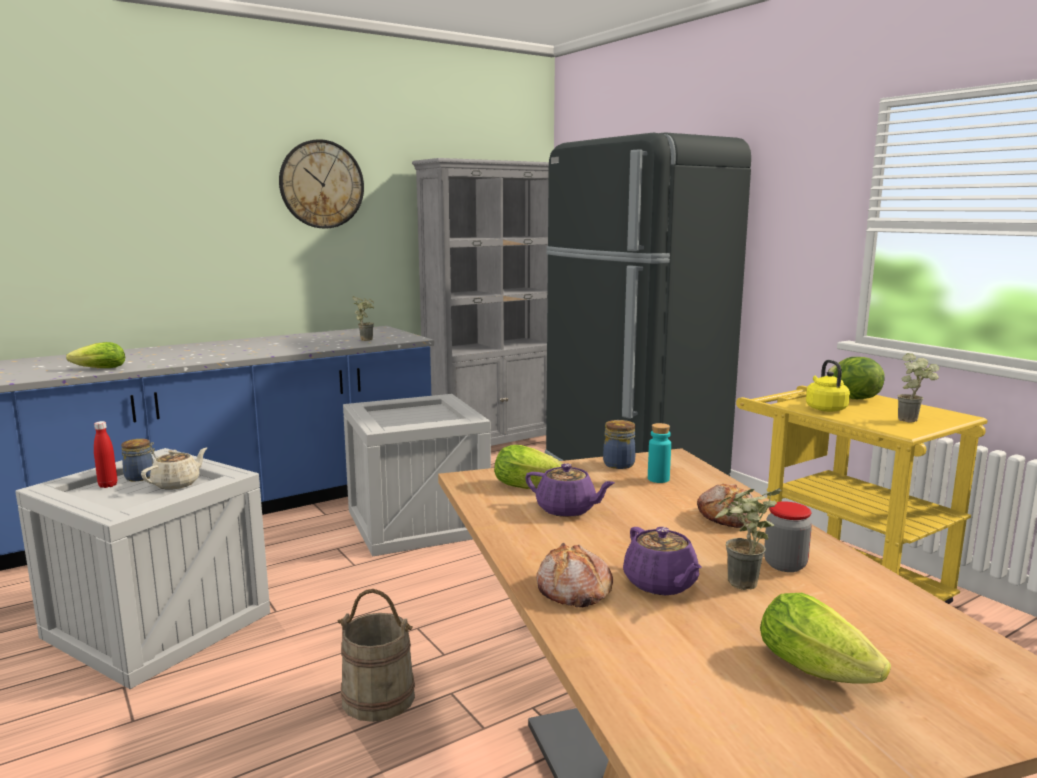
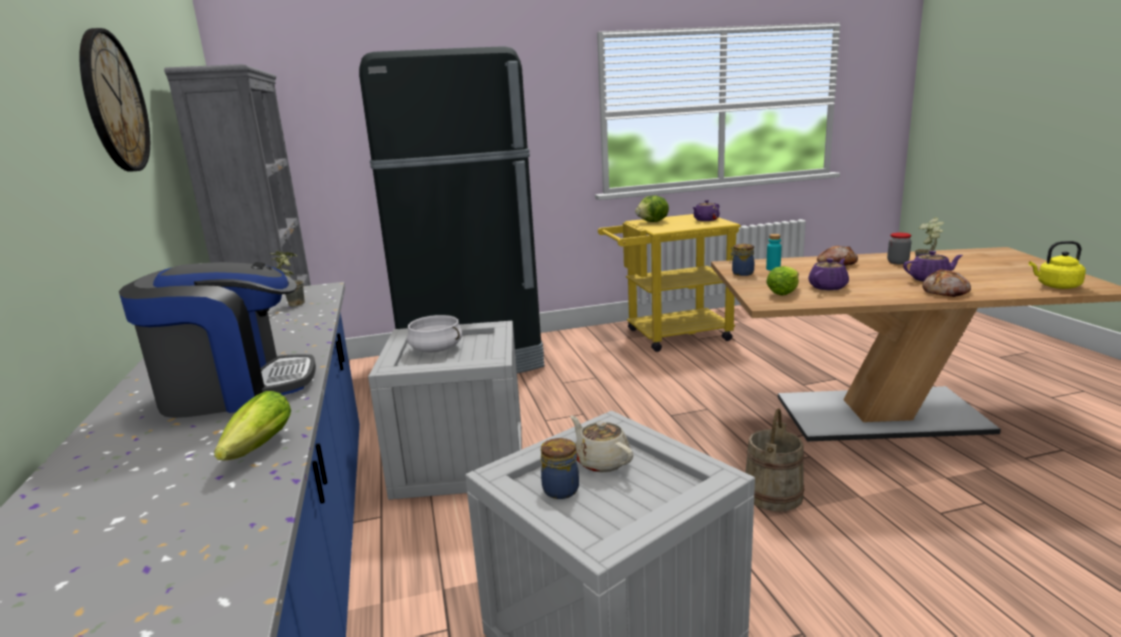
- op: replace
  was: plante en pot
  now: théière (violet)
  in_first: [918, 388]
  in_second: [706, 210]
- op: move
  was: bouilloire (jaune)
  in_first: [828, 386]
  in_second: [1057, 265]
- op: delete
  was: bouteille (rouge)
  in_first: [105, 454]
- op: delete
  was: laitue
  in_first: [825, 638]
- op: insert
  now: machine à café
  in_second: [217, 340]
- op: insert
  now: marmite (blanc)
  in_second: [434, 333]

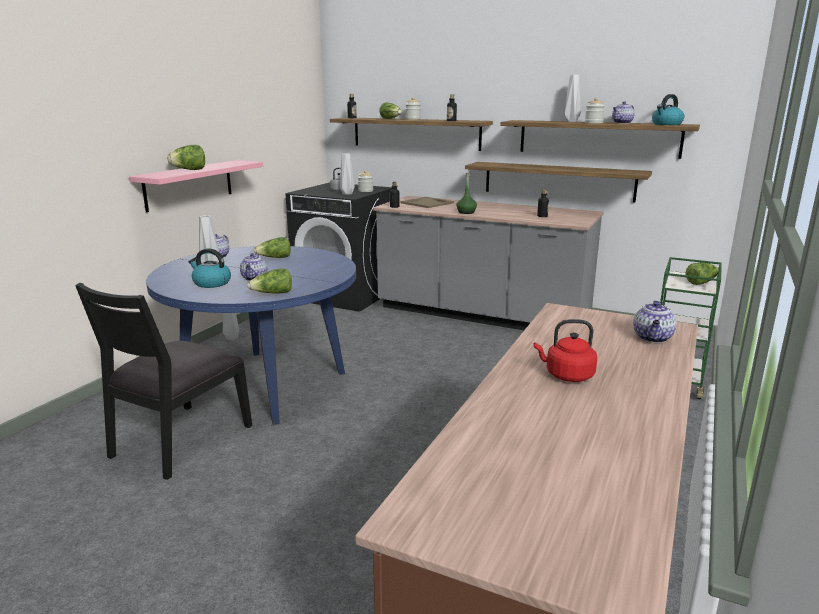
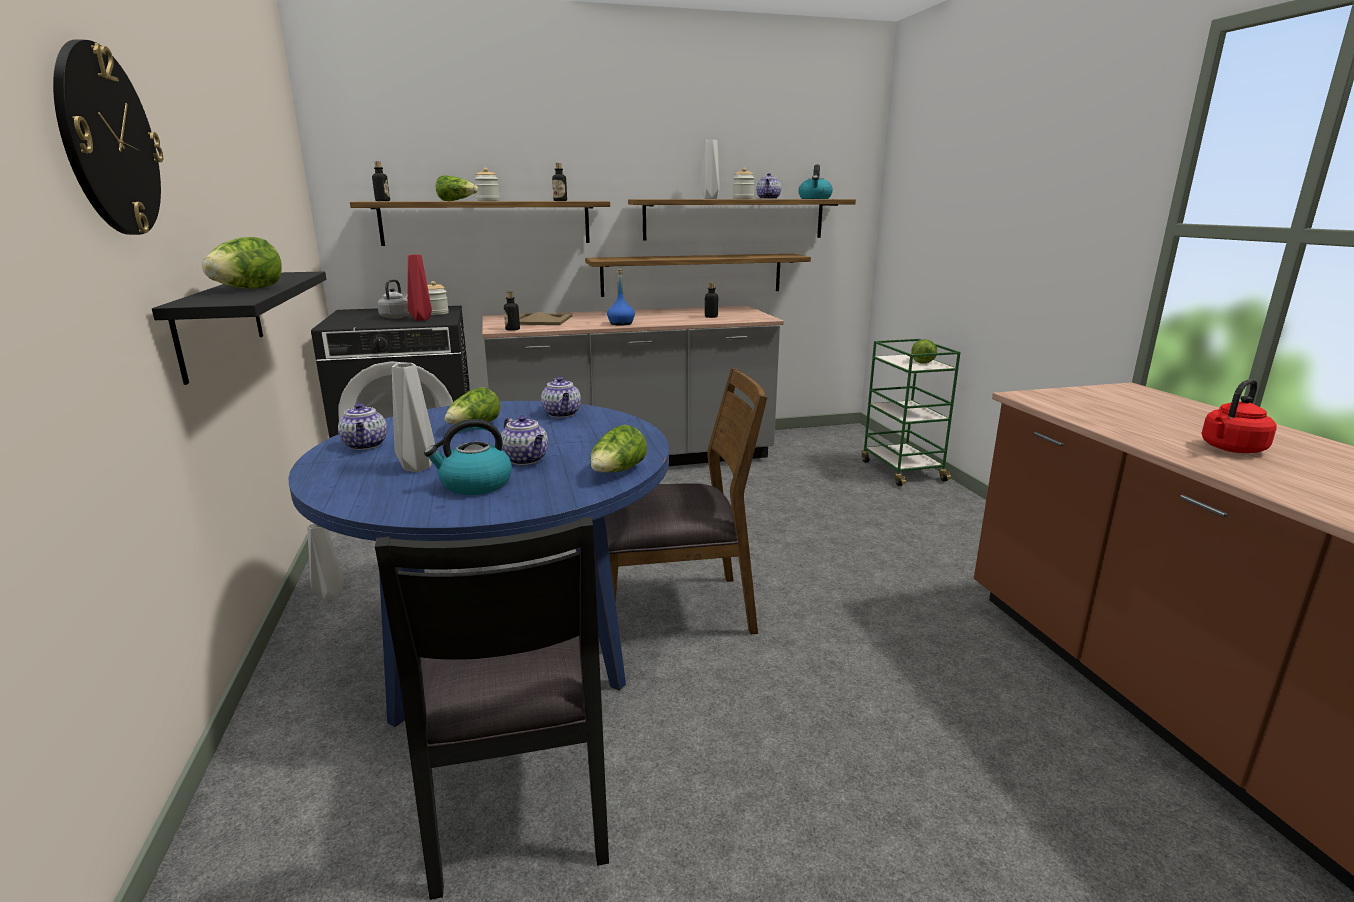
- op: recolor
  was: vase (gris)
  now: vase (rouge)
  in_first: [347, 174]
  in_second: [419, 287]
- op: recolor
  was: étagère (rose)
  now: étagère (noir)
  in_first: [196, 186]
  in_second: [239, 328]
- op: recolor
  was: bouteille (vert)
  now: bouteille (bleu)
  in_first: [466, 193]
  in_second: [621, 297]
- op: move
  was: théière
  in_first: [654, 322]
  in_second: [561, 397]
- op: insert
  now: horloge murale
  in_second: [108, 137]
- op: insert
  now: chaise (marron)
  in_second: [685, 501]

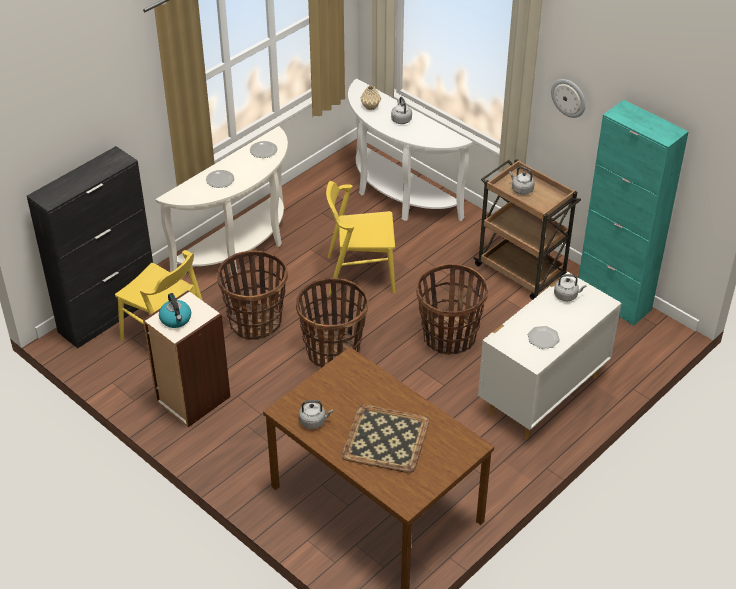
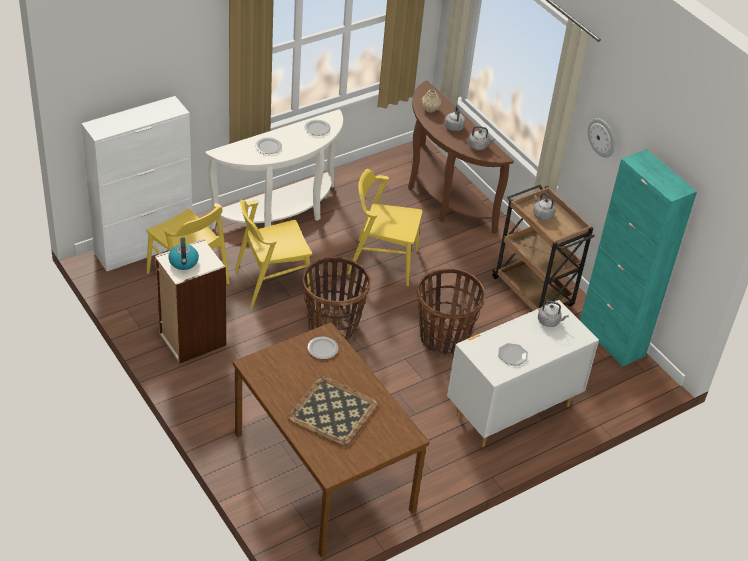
- op: recolor
  was: table console (blanc)
  now: table console (marron)
  in_first: [410, 150]
  in_second: [461, 157]
- op: recolor
  was: meuble de rangement (noir)
  now: meuble de rangement (blanc)
  in_first: [90, 247]
  in_second: [136, 183]
- op: replace
  was: panier
  now: chaise (jaune)
  in_first: [252, 295]
  in_second: [273, 254]
- op: move
  was: bouilloire (gris)
  in_first: [316, 414]
  in_second: [481, 138]
- op: insert
  now: assiette
  in_second: [322, 348]

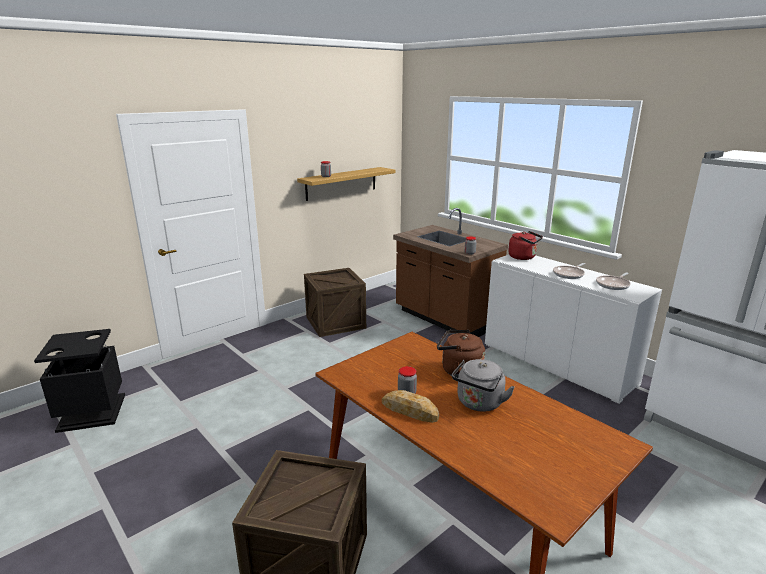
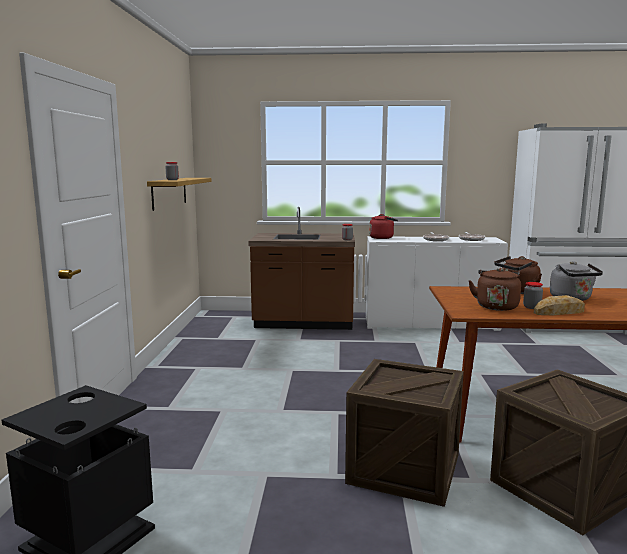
- op: move
  was: caisse
  in_first: [335, 302]
  in_second: [404, 433]
- op: insert
  now: bouilloire (marron)
  in_second: [494, 289]

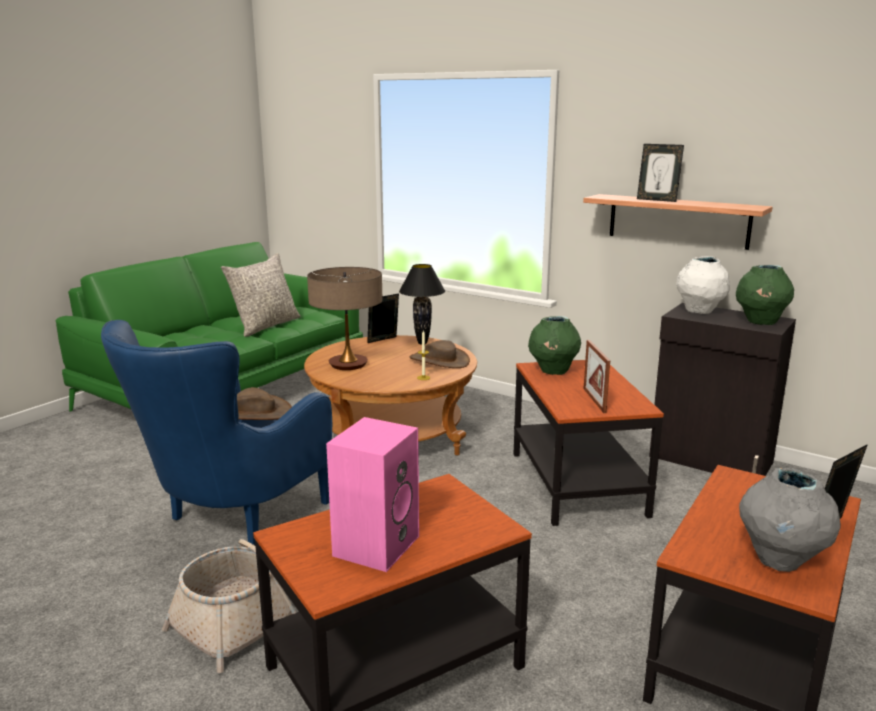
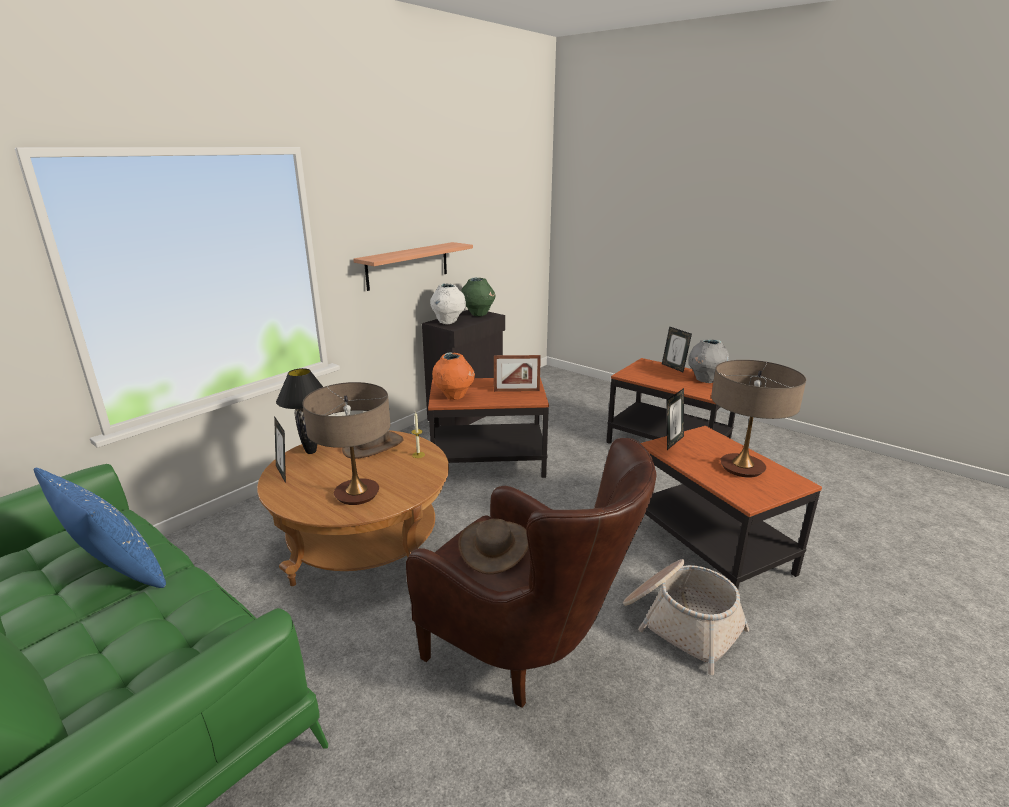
- op: move
  was: cadre photo
  in_first: [660, 173]
  in_second: [675, 419]
- op: recolor
  was: coussin (gris)
  now: coussin (bleu)
  in_first: [261, 295]
  in_second: [100, 528]
- op: recolor
  was: vase (vert)
  now: vase (orange)
  in_first: [554, 345]
  in_second: [453, 376]
- op: recolor
  was: fauteuil (bleu)
  now: fauteuil (marron)
  in_first: [216, 432]
  in_second: [531, 573]
- op: replace
  was: enceinte (rose)
  now: lampe de table
  in_first: [372, 494]
  in_second: [758, 419]

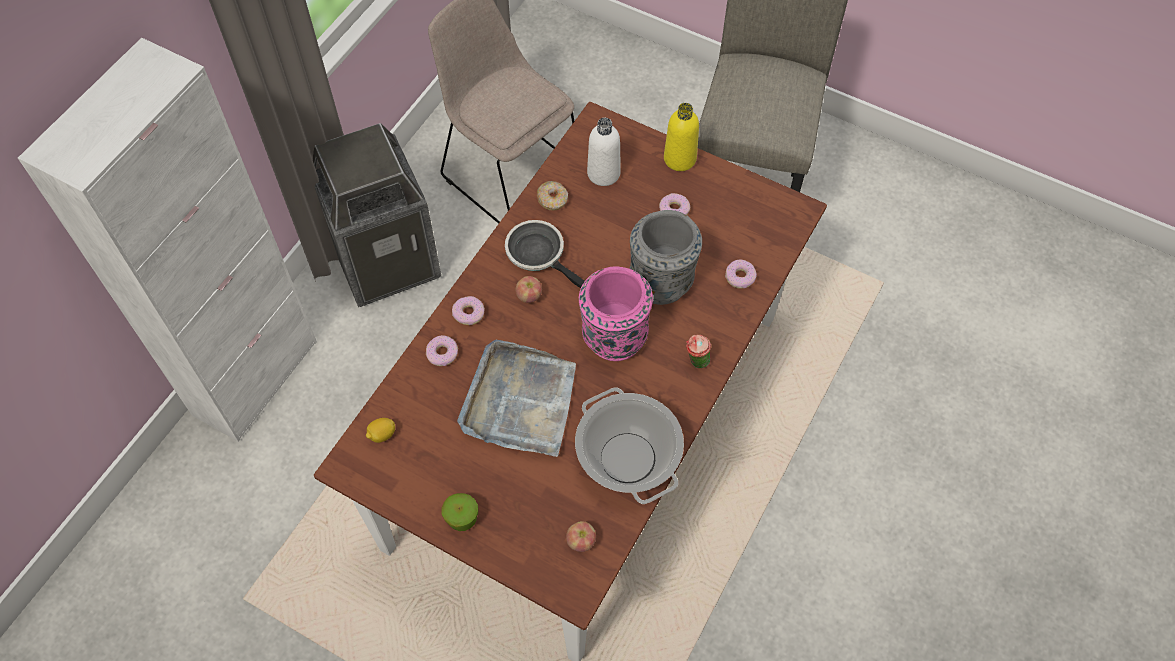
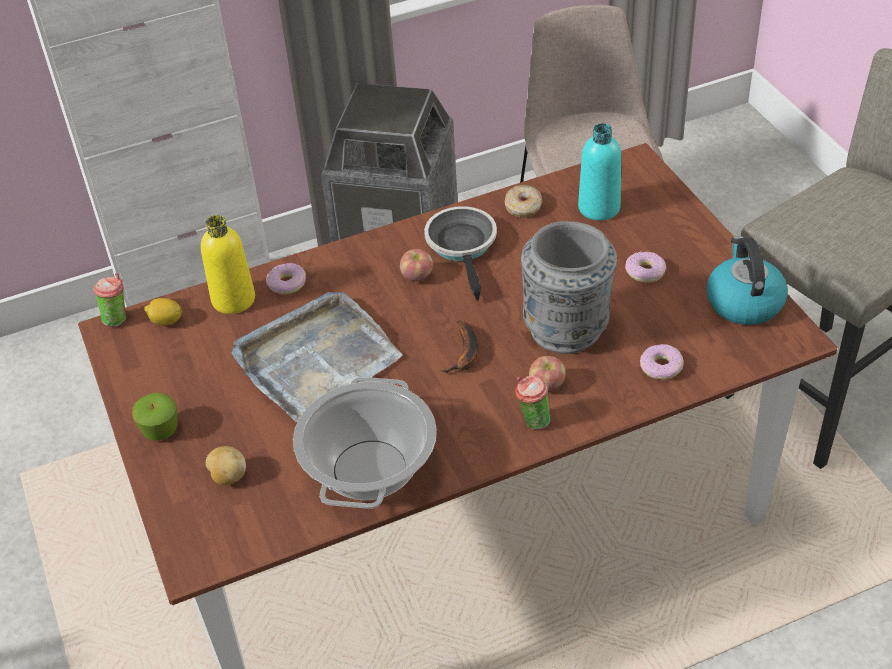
- op: move
  was: bouteille (jaune)
  in_first: [681, 137]
  in_second: [228, 264]
- op: recolor
  was: bouteille (blanc)
  now: bouteille (turquoise)
  in_first: [604, 152]
  in_second: [599, 172]
- op: replace
  was: vase (rose)
  now: banane
  in_first: [616, 313]
  in_second: [459, 347]
- op: delete
  was: beignet
  in_first: [468, 310]
- op: move
  was: pomme
  in_first: [581, 536]
  in_second: [547, 373]
- op: insert
  now: bouilloire
  in_second: [747, 280]
- op: insert
  now: tasse
  in_second: [109, 300]
- op: insert
  now: pomme de terre
  in_second: [226, 465]

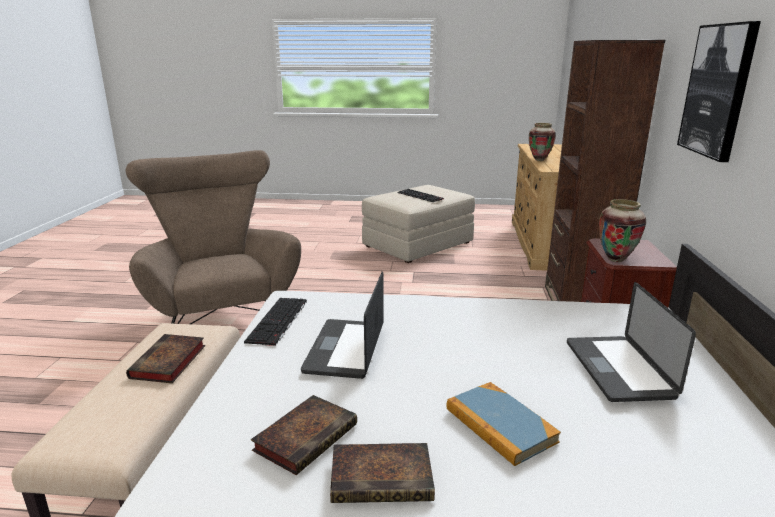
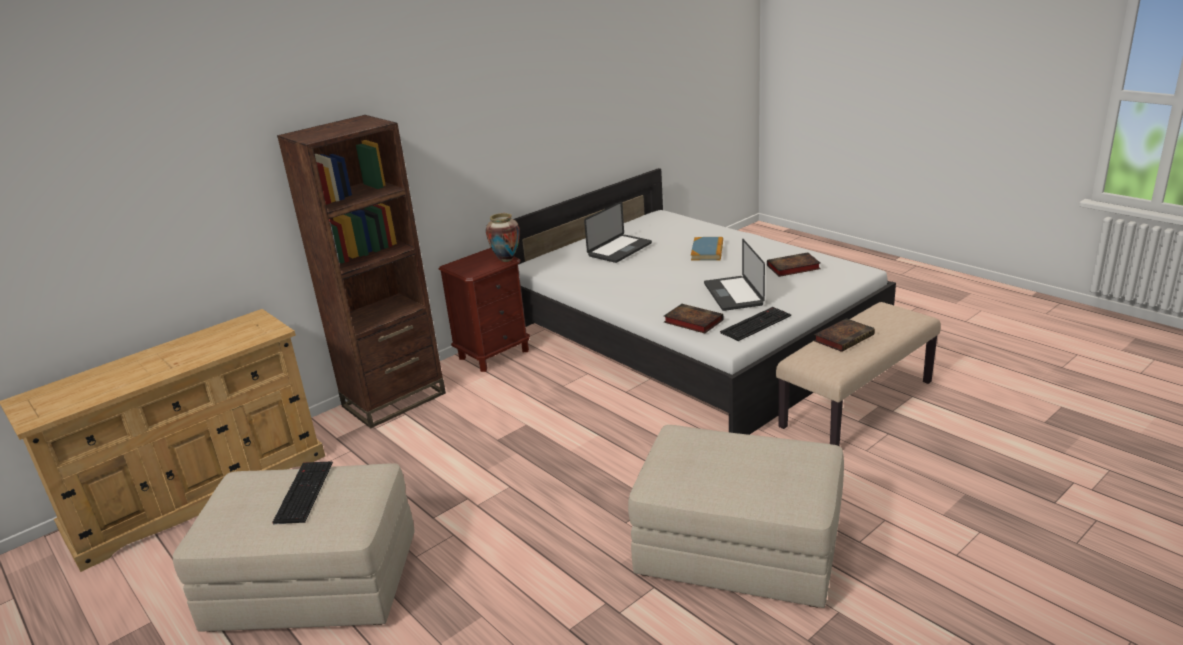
- op: delete
  was: tableau
  in_first: [719, 91]
- op: delete
  was: vase
  in_first: [542, 142]
- op: replace
  was: fauteuil (marron)
  now: pouf (beige)
  in_first: [213, 237]
  in_second: [736, 516]
- op: rotate
  was: ordinateur portable
  in_first: [342, 325]
  in_second: [734, 275]
  clockwise: 120
- op: move
  was: livre
  in_first: [382, 473]
  in_second: [694, 318]

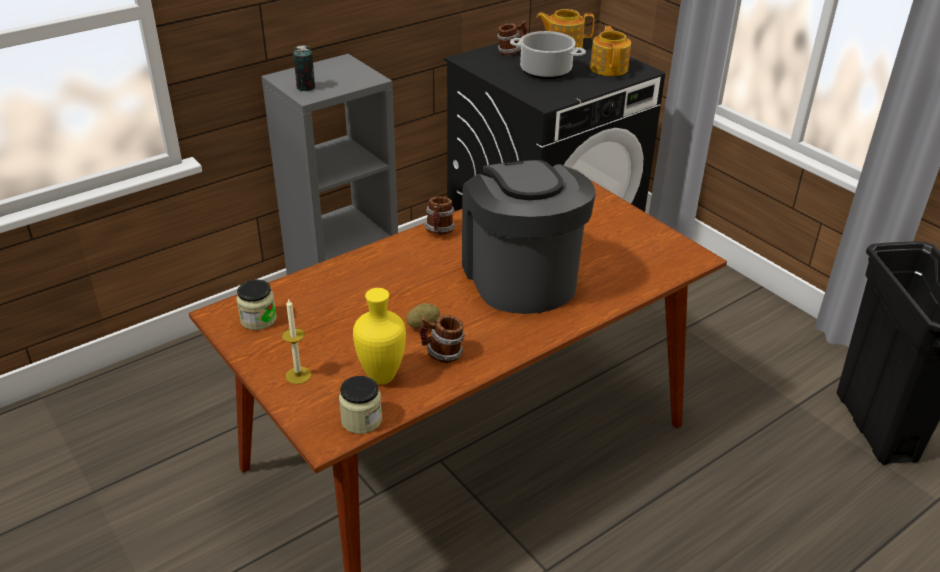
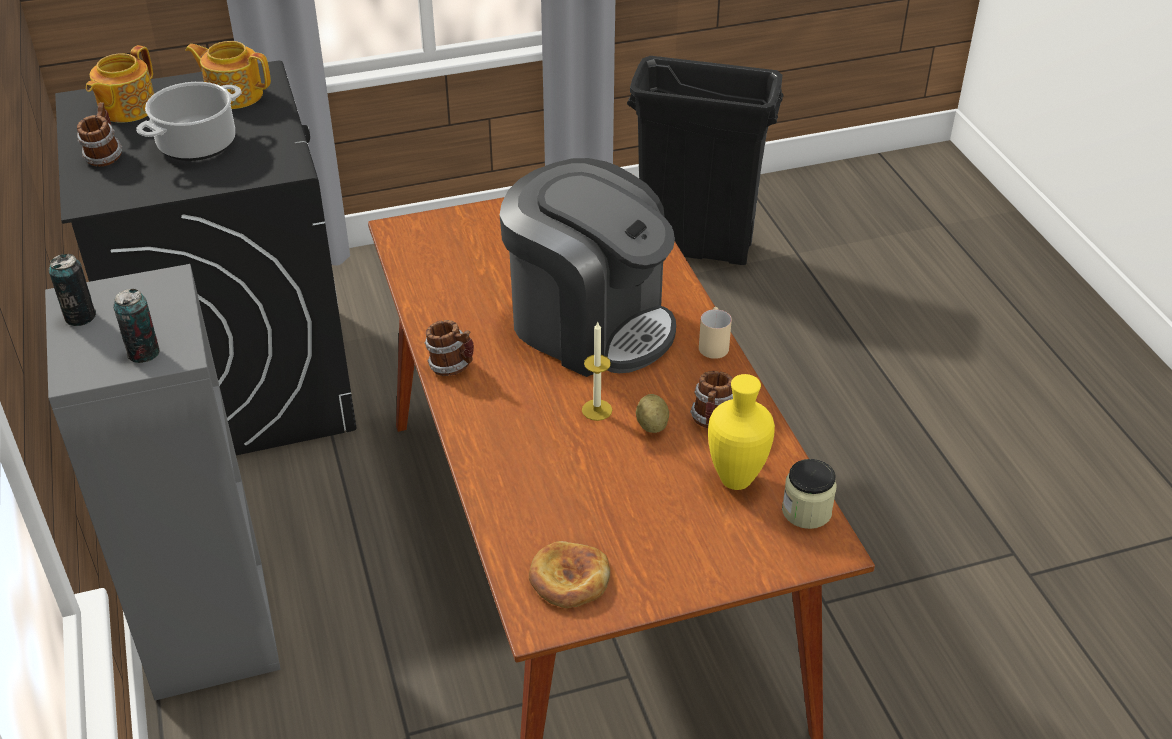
- op: rotate
  was: machine à café
  in_first: [529, 237]
  in_second: [588, 267]
  clockwise: -150
- op: replace
  was: bocal
  now: pain
  in_first: [256, 304]
  in_second: [569, 574]
- op: move
  was: bougie
  in_first: [296, 341]
  in_second: [597, 371]
- op: insert
  now: boîte métallique
  in_second: [72, 290]
- op: insert
  now: mug (beige)
  in_second: [715, 333]

